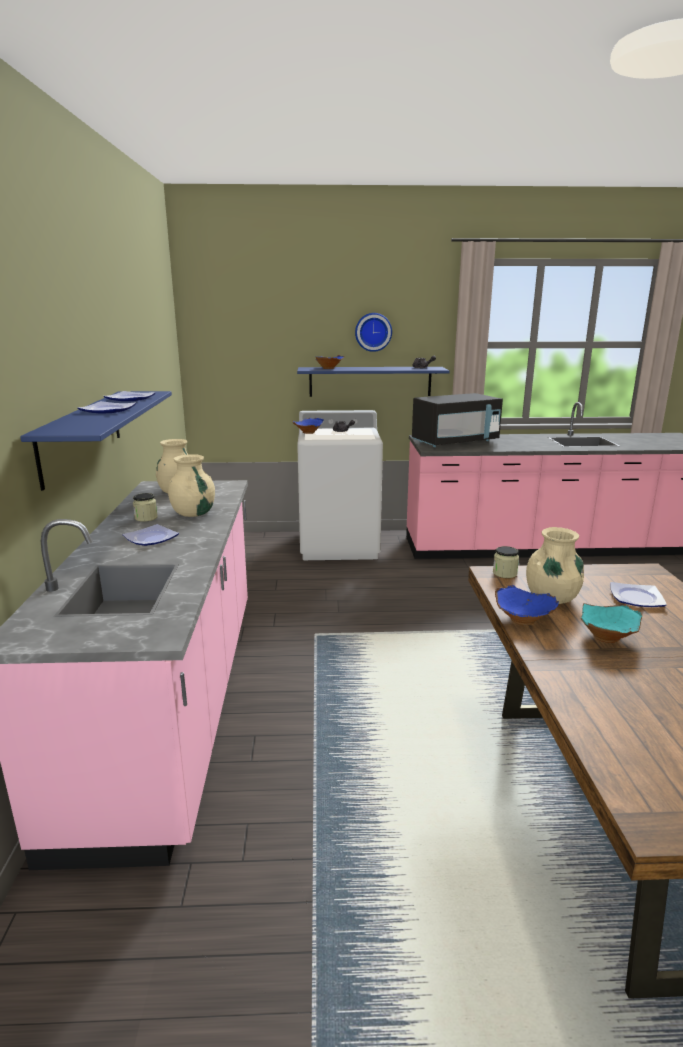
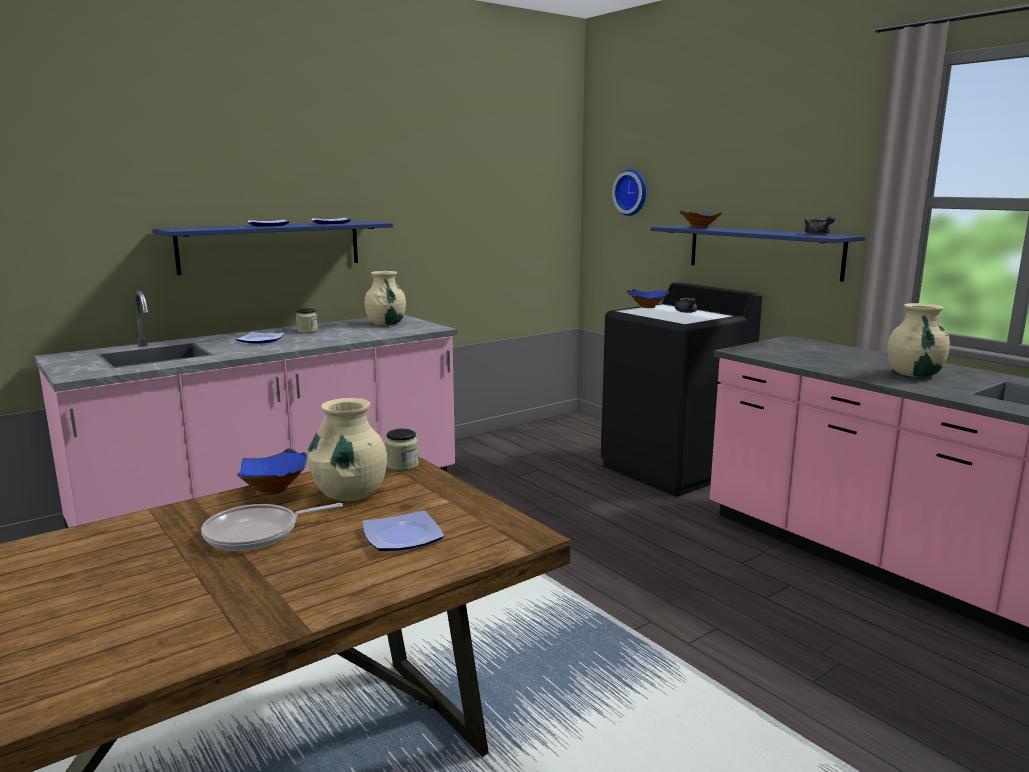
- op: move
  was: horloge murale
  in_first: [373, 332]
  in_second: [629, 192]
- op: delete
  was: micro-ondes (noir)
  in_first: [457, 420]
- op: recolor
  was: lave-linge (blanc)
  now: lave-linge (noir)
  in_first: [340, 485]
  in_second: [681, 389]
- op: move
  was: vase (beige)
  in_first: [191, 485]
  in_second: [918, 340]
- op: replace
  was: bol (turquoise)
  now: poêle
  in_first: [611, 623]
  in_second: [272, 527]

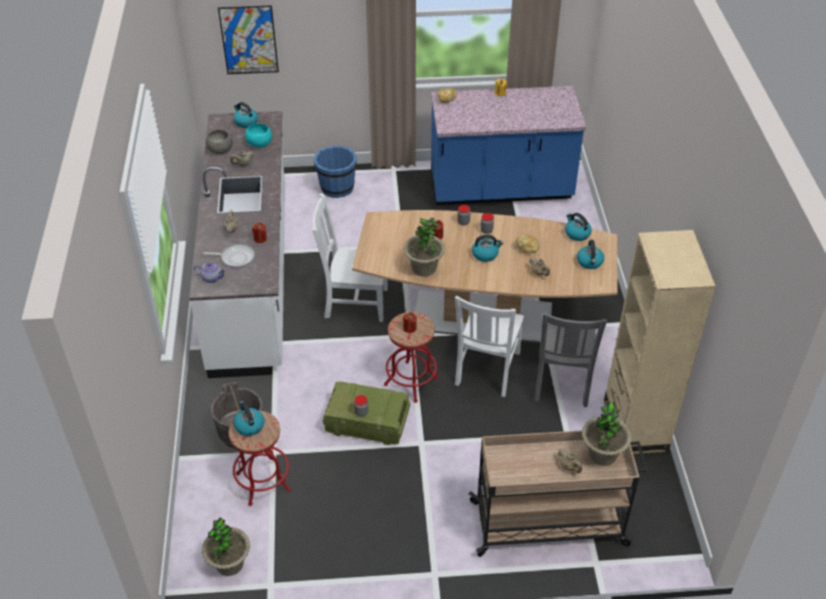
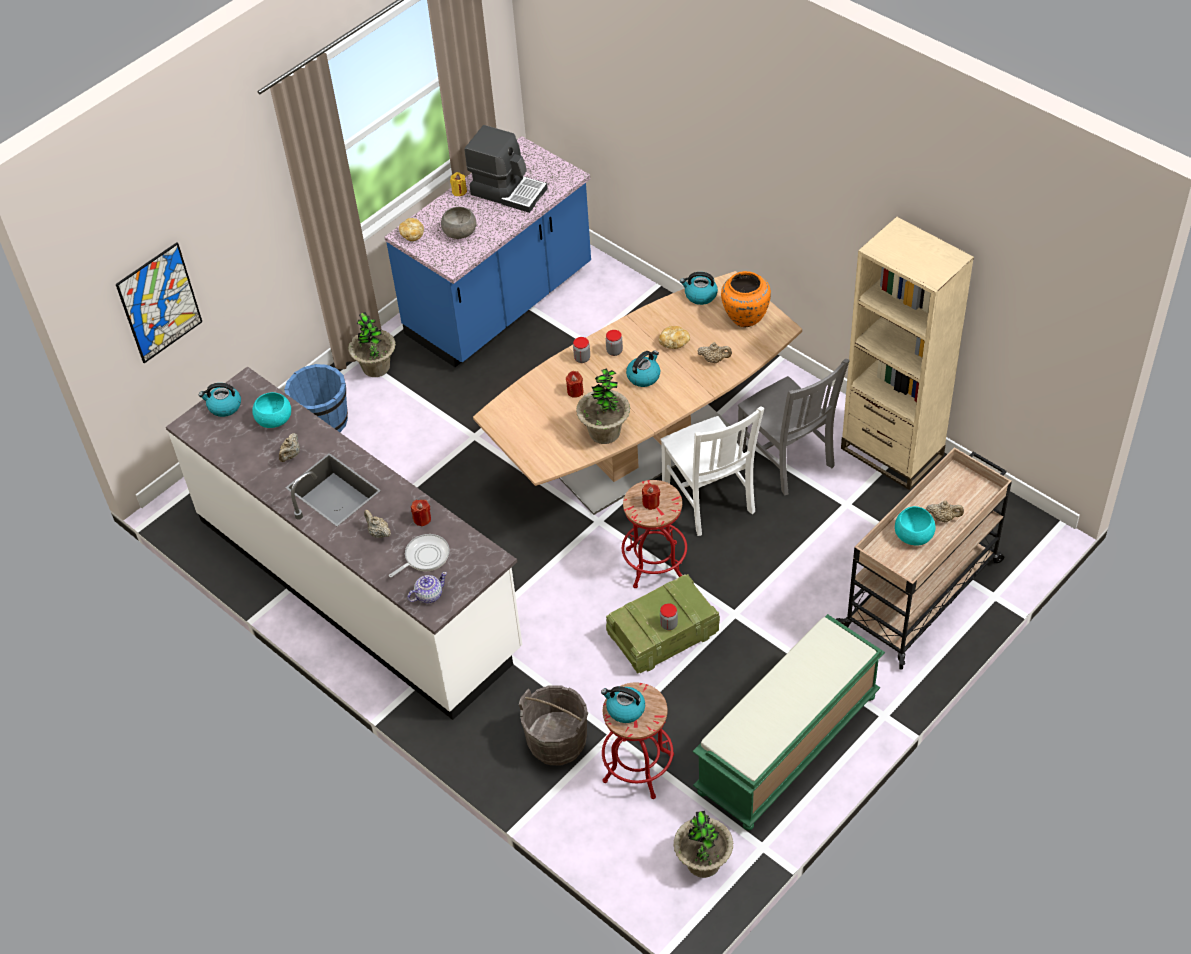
- op: move
  was: bol (gris)
  in_first: [219, 142]
  in_second: [458, 223]
- op: delete
  was: chaise (blanc)
  in_first: [350, 257]
- op: replace
  was: bouilloire
  now: vase (orange)
  in_first: [590, 254]
  in_second: [746, 299]
- op: move
  was: plante en pot
  in_first: [607, 434]
  in_second: [372, 344]
- op: insert
  now: machine à café
  in_second: [506, 169]
- op: insert
  now: bol (turquoise)
  in_second: [915, 526]
- op: insert
  now: banc (vert)
  in_second: [788, 722]

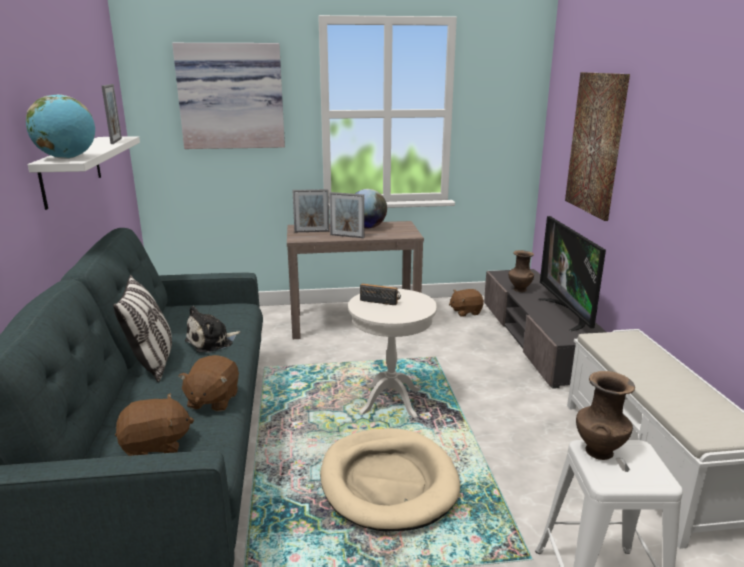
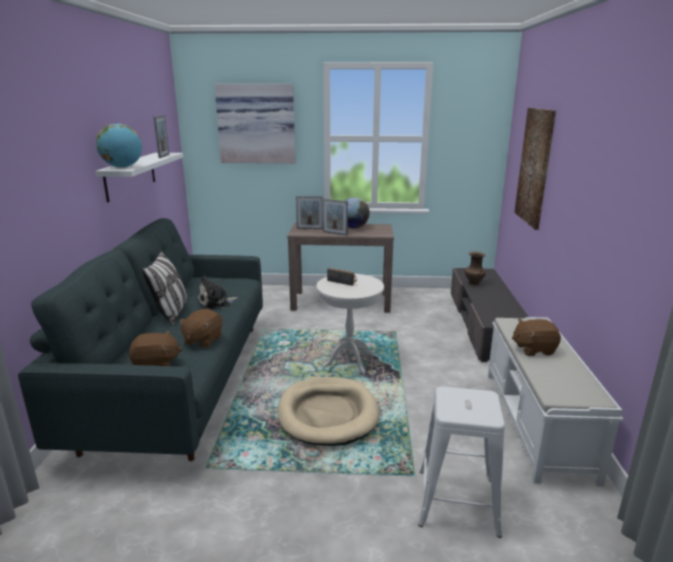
- op: delete
  was: téléviseur
  in_first: [572, 273]
- op: move
  was: peluche (marron)
  in_first: [466, 303]
  in_second: [536, 337]
- op: delete
  was: vase (marron)
  in_first: [605, 415]

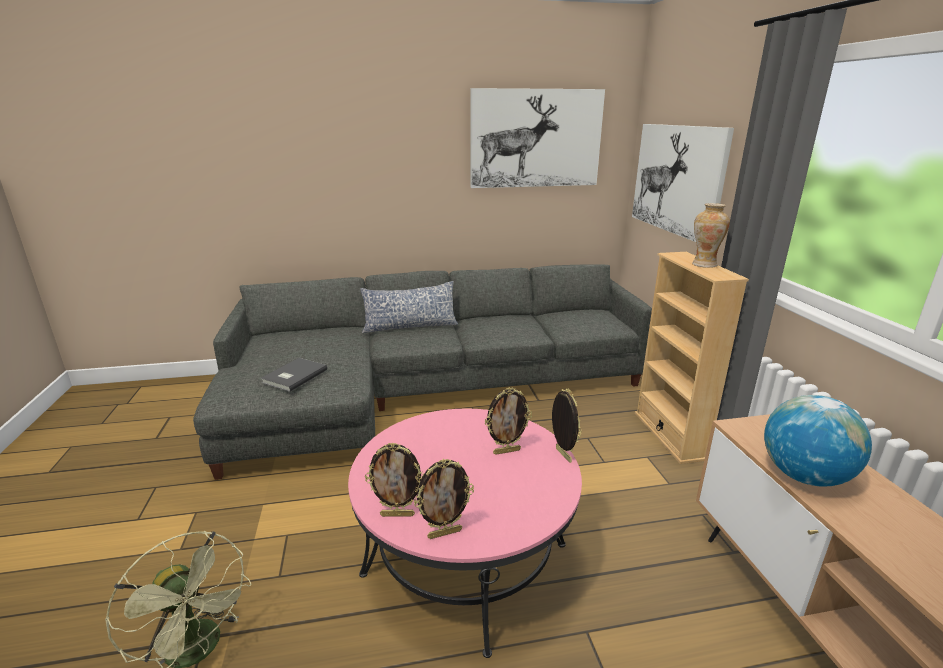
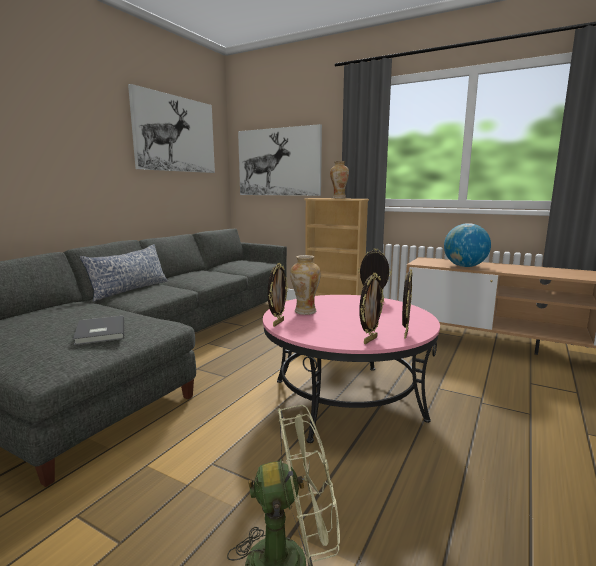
- op: move
  was: cadre photo
  in_first: [508, 421]
  in_second: [278, 295]
- op: insert
  now: vase
  in_second: [305, 285]

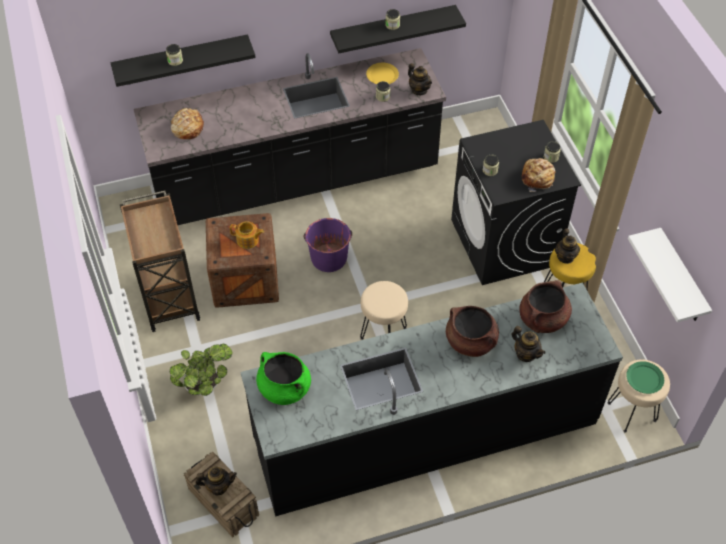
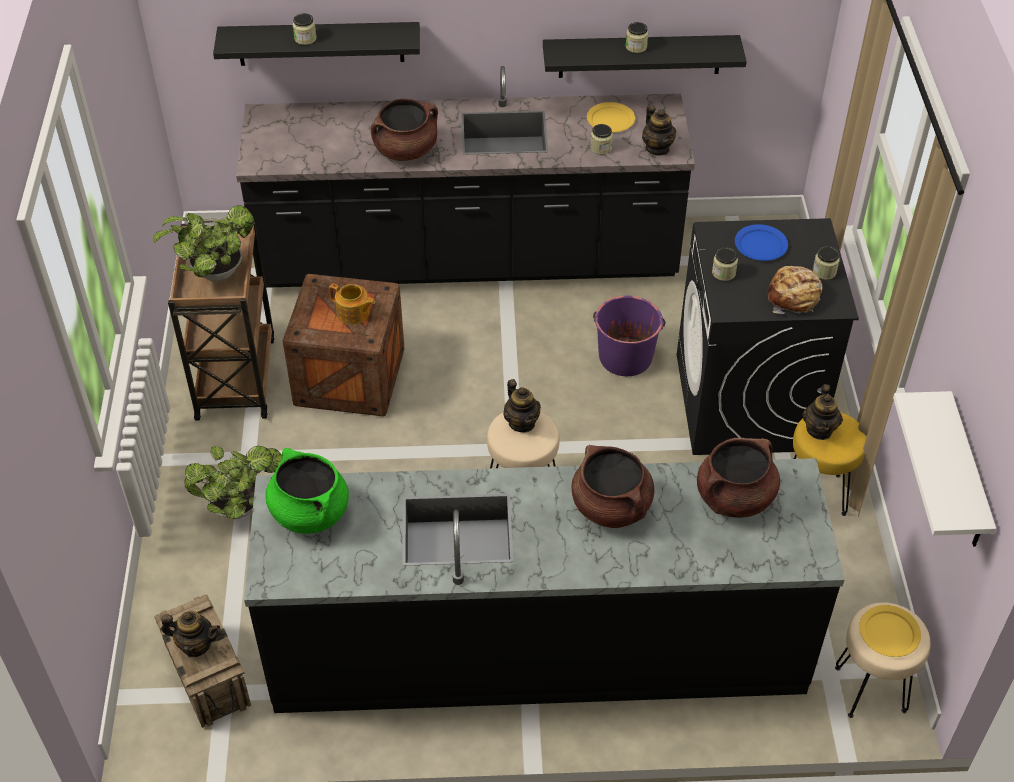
- op: delete
  was: pain
  in_first: [187, 123]
- op: move
  was: seau (violet)
  in_first: [328, 245]
  in_second: [629, 336]
- op: move
  was: théière
  in_first: [529, 344]
  in_second: [522, 405]
- op: recolor
  was: assiette (vert)
  now: assiette (jaune)
  in_first: [645, 377]
  in_second: [890, 631]
- op: insert
  now: marmite (marron)
  in_second: [404, 129]
- op: insert
  now: plante en pot
  in_second: [203, 243]
- op: insert
  now: assiette (bleu)
  in_second: [761, 242]

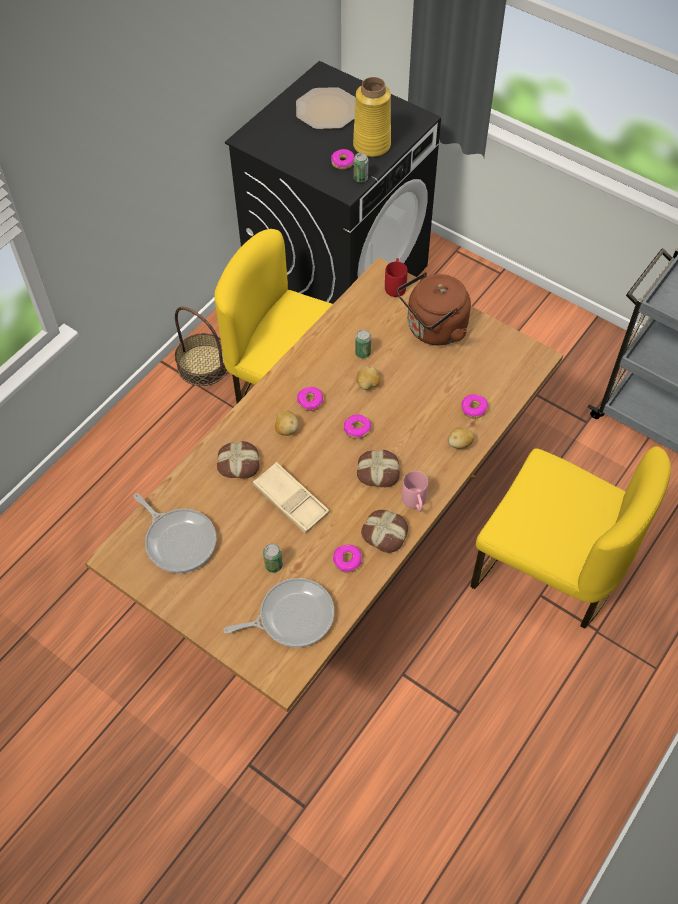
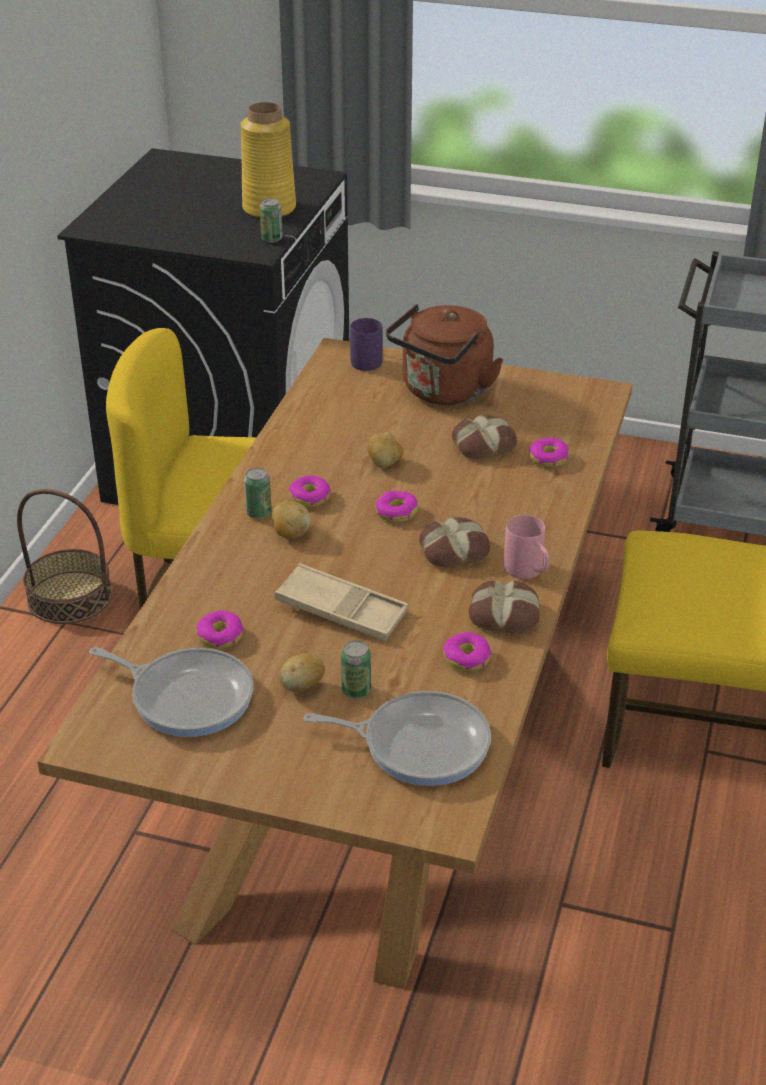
- op: delete
  was: assiette
  in_first: [326, 108]
- op: move
  was: beignet
  in_first: [342, 159]
  in_second: [220, 629]
- op: recolor
  was: mug (rouge)
  now: mug (violet)
  in_first: [396, 277]
  in_second: [366, 344]
- op: move
  was: boîte métallique
  in_first: [363, 344]
  in_second: [258, 493]
- op: move
  was: pomme de terre
  in_first: [461, 438]
  in_second: [302, 672]
- op: move
  was: pain
  in_first: [238, 460]
  in_second: [484, 437]
- op: rotate
  was: poêle
  in_first: [278, 612]
  in_second: [397, 738]
  clockwise: 45

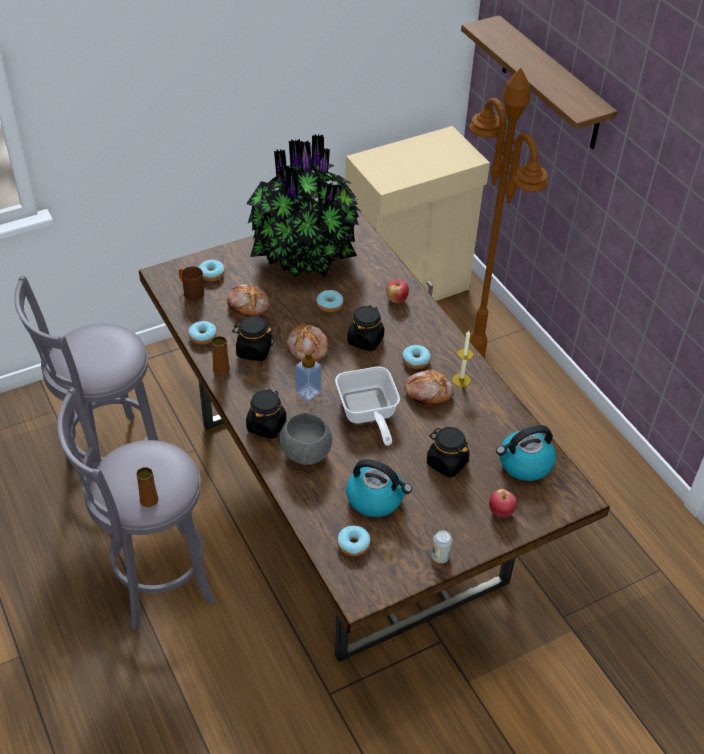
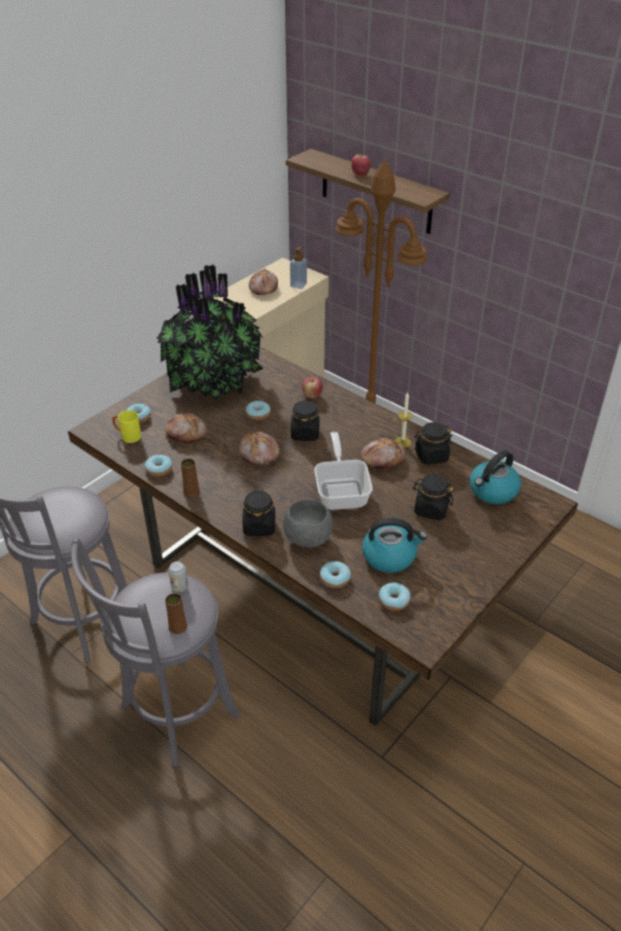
- op: recolor
  was: mug (marron)
  now: mug (jaune)
  in_first: [191, 283]
  in_second: [126, 426]
- op: move
  was: bocal (noir)
  in_first: [253, 338]
  in_second: [433, 443]
- op: move
  was: beignet
  in_first: [416, 357]
  in_second: [335, 574]
- op: move
  was: distributeur de savon
  in_first: [308, 374]
  in_second: [298, 268]
- op: rotate
  was: poêle
  in_first: [367, 406]
  in_second: [343, 471]
  clockwise: -150
- op: move
  was: pomme
  in_first: [503, 503]
  in_second: [361, 165]
- op: move
  was: boîte métallique
  in_first: [441, 546]
  in_second: [178, 576]
- op: insert
  now: pain
  in_second: [263, 282]

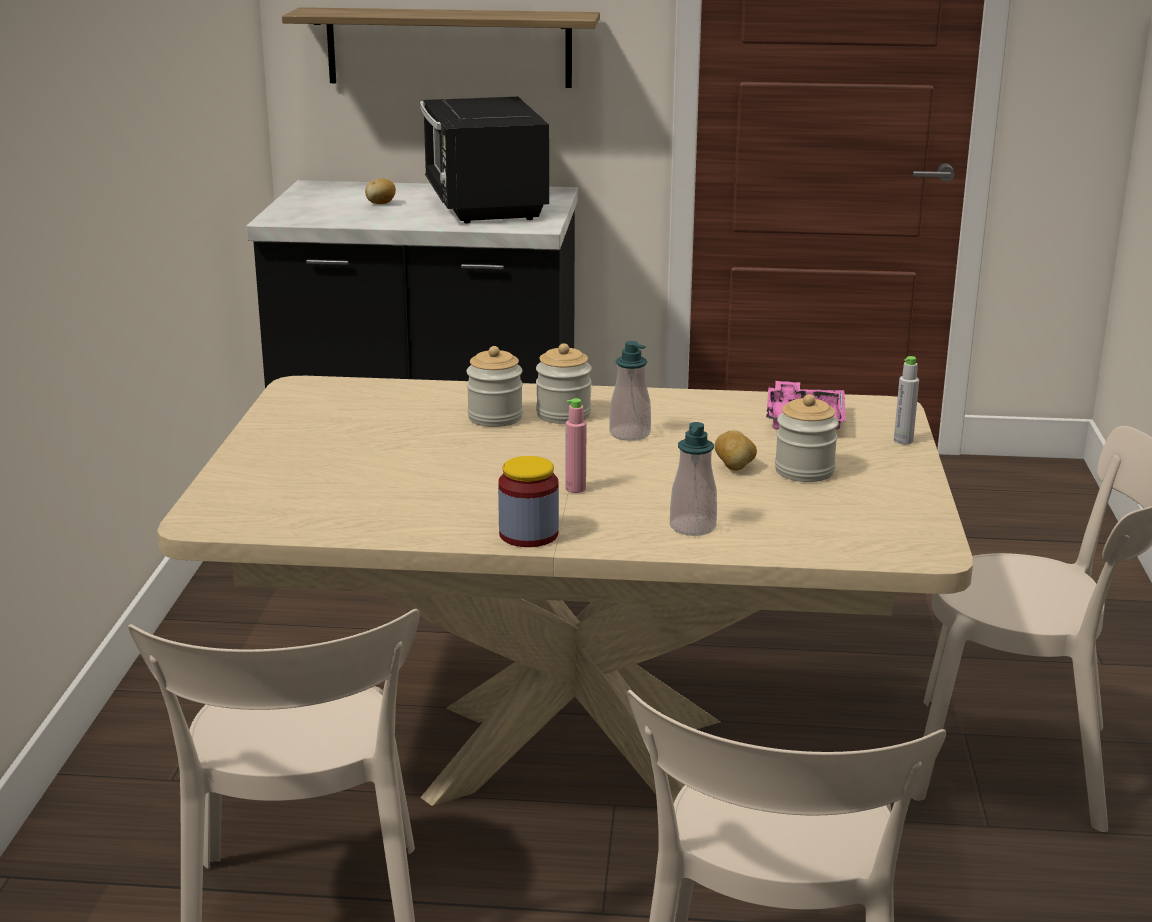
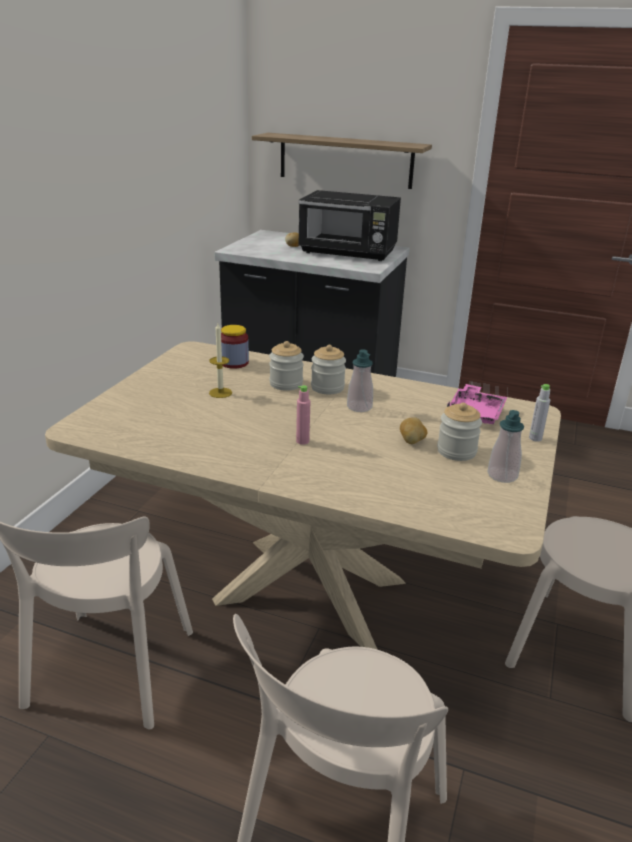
- op: rotate
  was: micro-ondes (noir)
  in_first: [484, 160]
  in_second: [349, 225]
  clockwise: -75
- op: move
  was: distributeur de savon
  in_first: [693, 479]
  in_second: [506, 446]
- op: move
  was: bocal
  in_first: [528, 501]
  in_second: [235, 347]
- op: insert
  now: bougie
  in_second: [220, 360]

